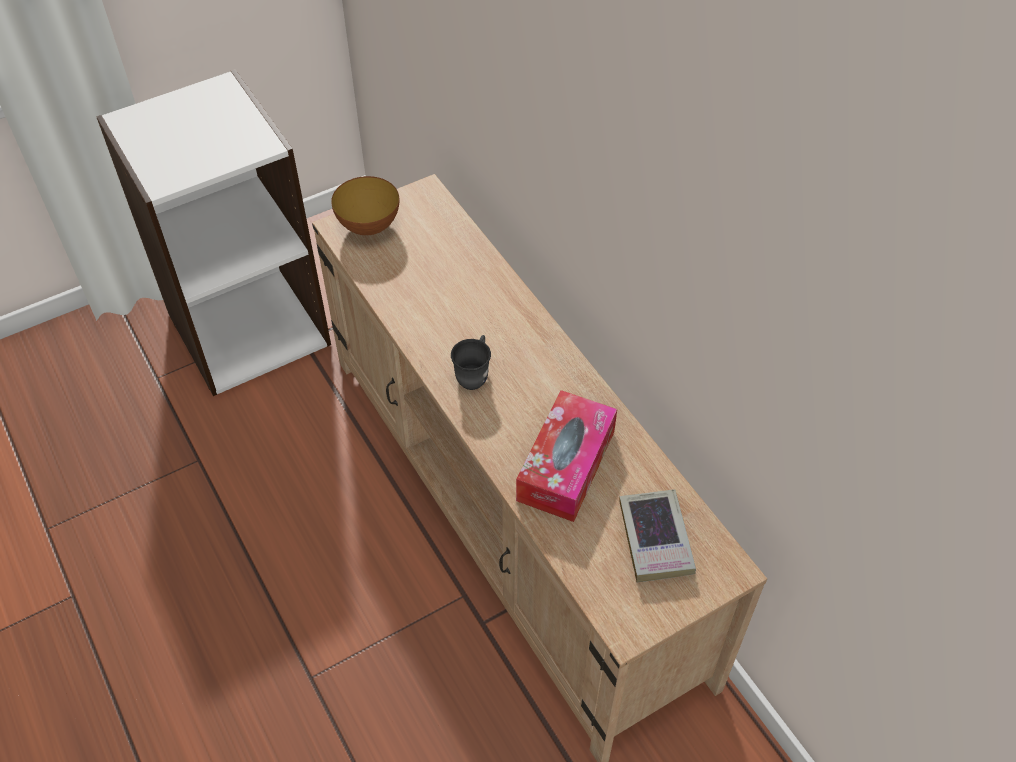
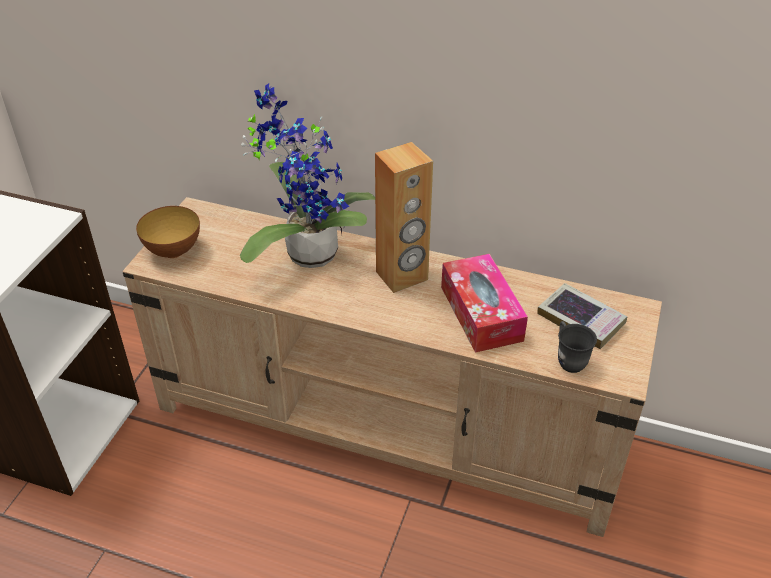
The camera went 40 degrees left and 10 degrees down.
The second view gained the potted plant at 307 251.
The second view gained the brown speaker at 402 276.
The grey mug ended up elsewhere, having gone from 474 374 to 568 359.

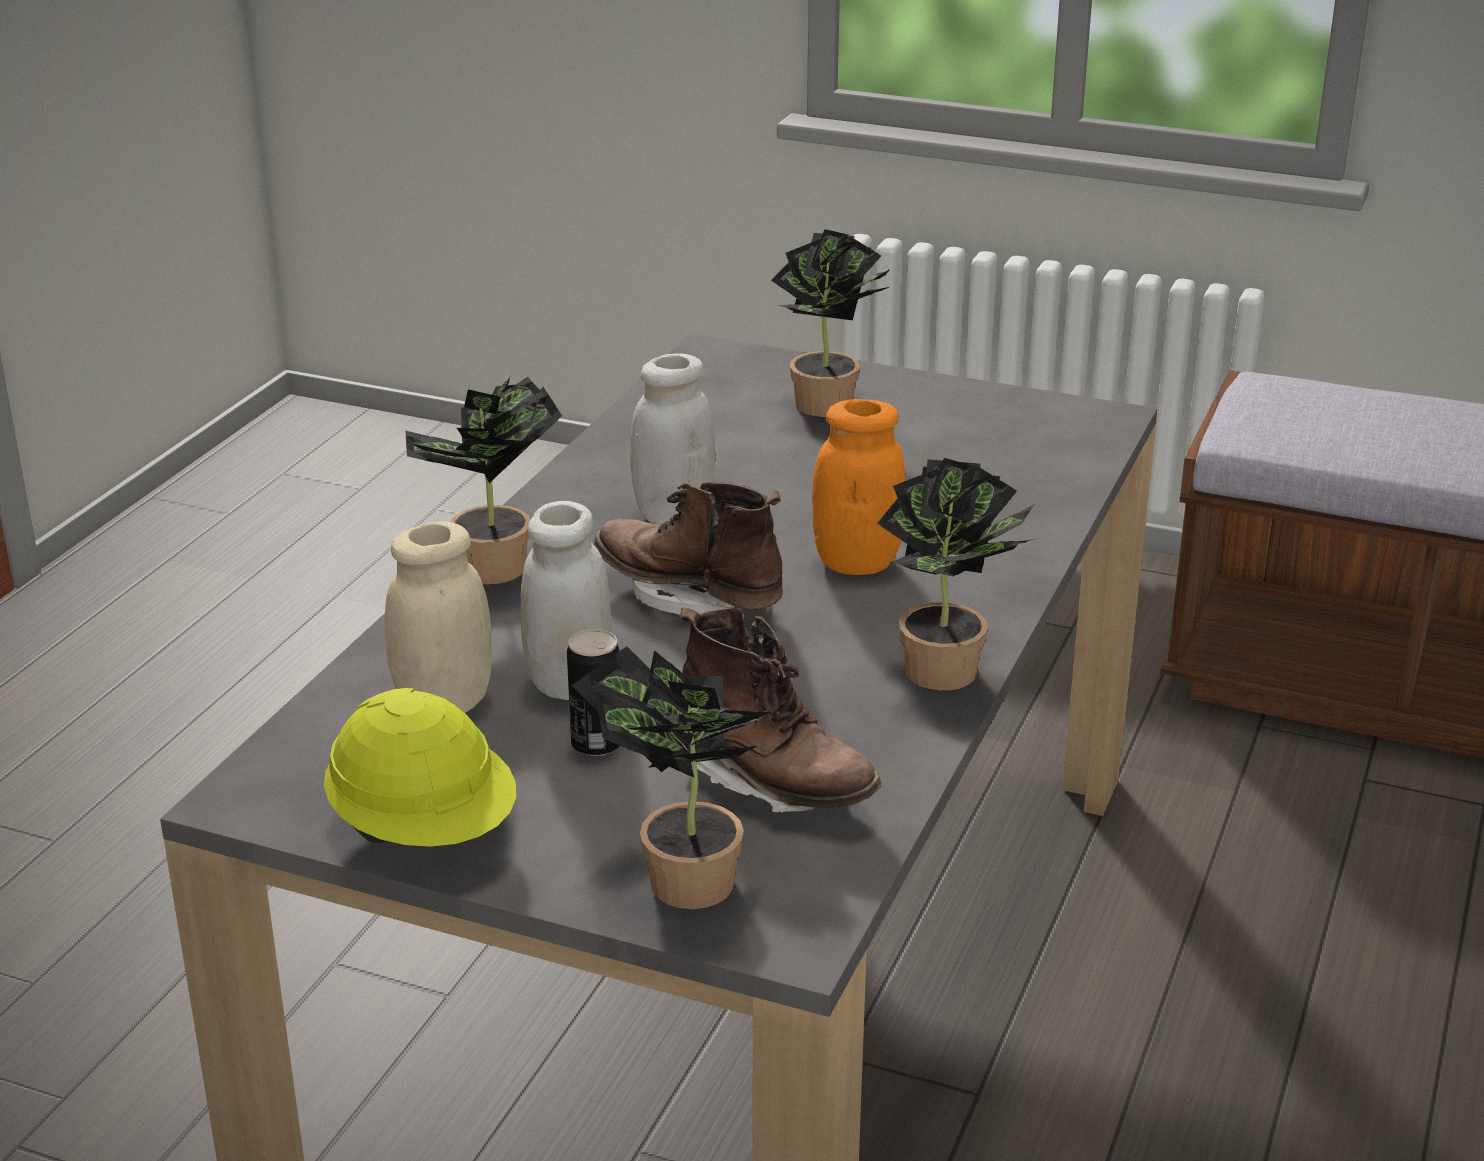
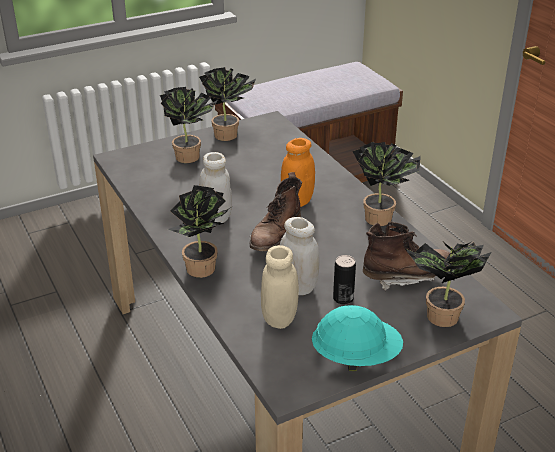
The camera went 50 degrees left and 5 degrees up.
The second view gained the potted plant at 229 135.
What was the yellow hard hat at 425 831 turned into the turquoise hard hat at 356 357.
The brown boot at 689 597 ended up facing another way, 45 degrees counterclockwise from before.

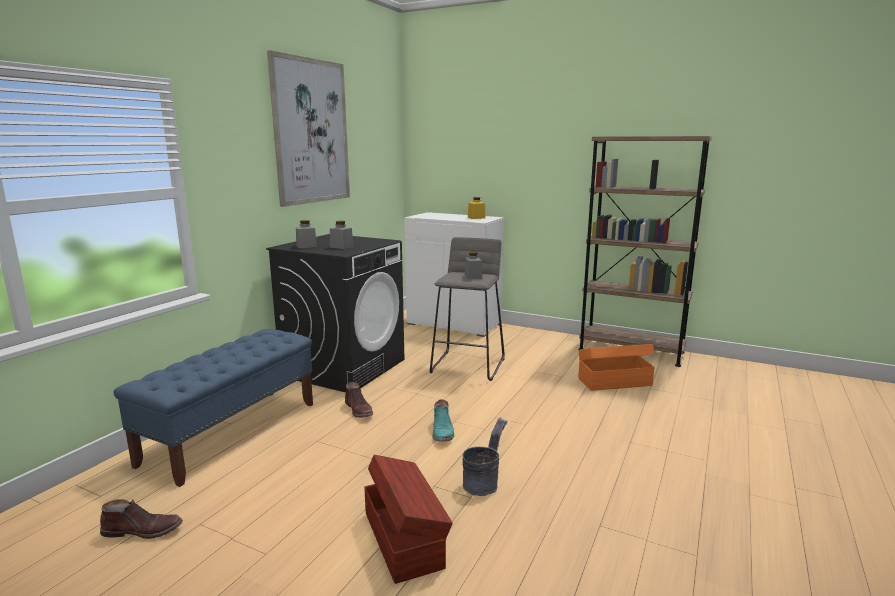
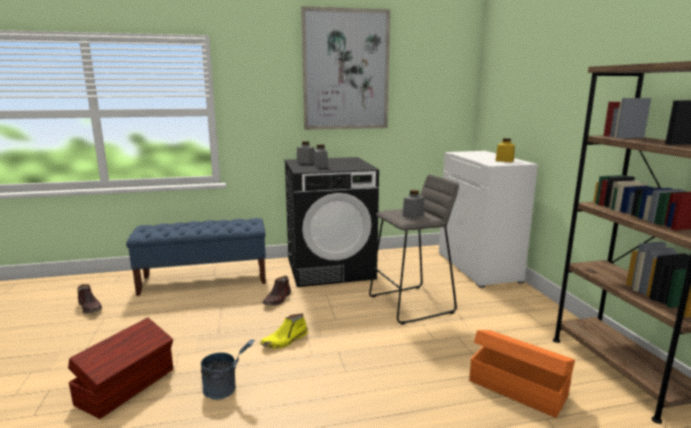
The camera went 50 degrees right and 0 degrees up.
What was the turquoise boot at 443 431 turned into the yellow boot at 285 340.

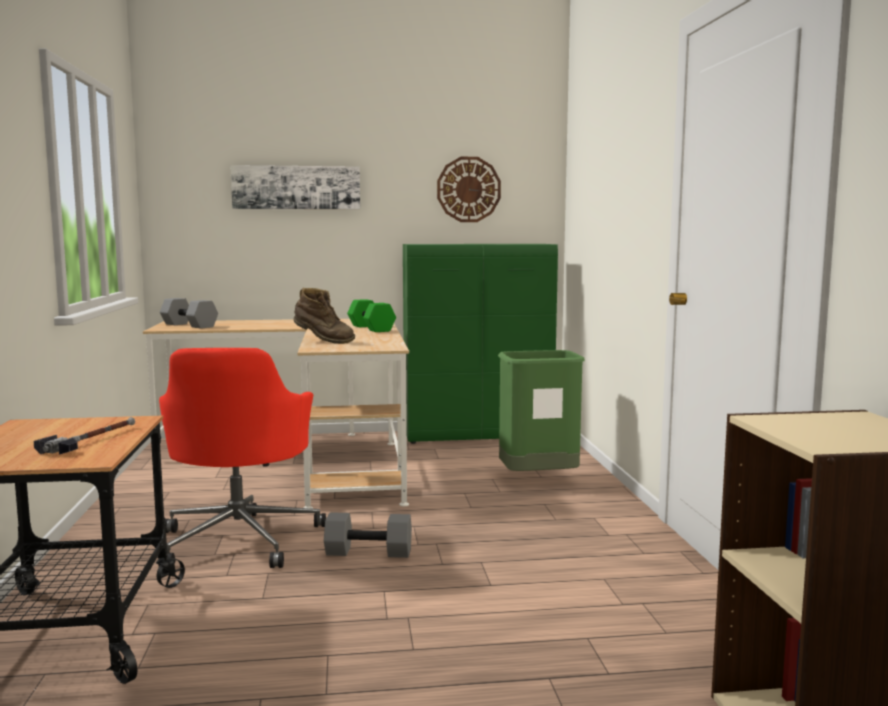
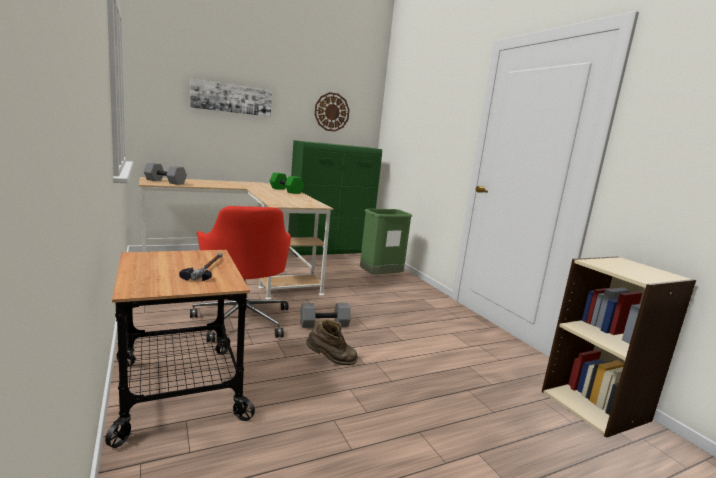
The camera went 20 degrees left and 5 degrees up.
The brown boot ended up elsewhere, having gone from 323 342 to 331 361.

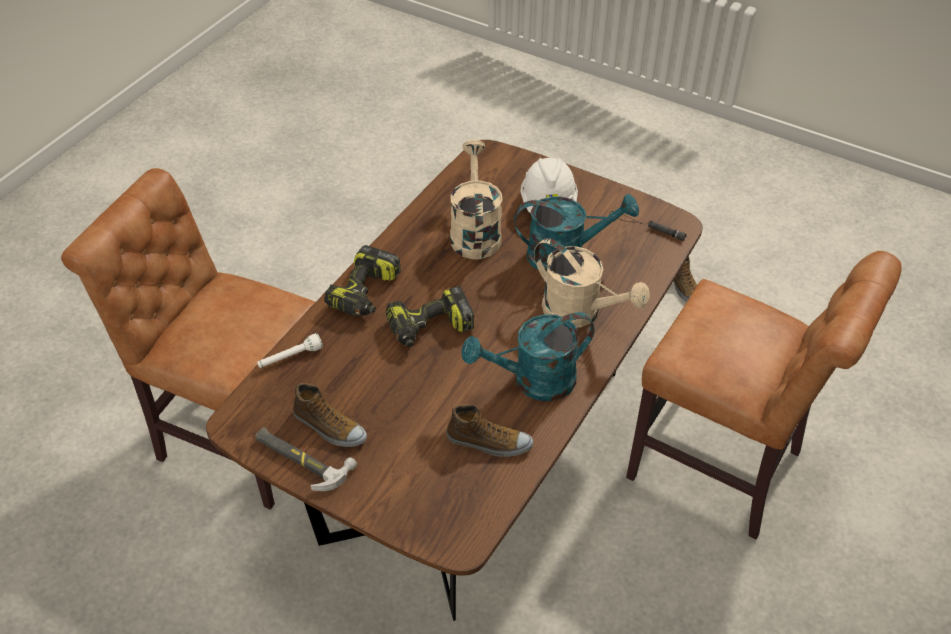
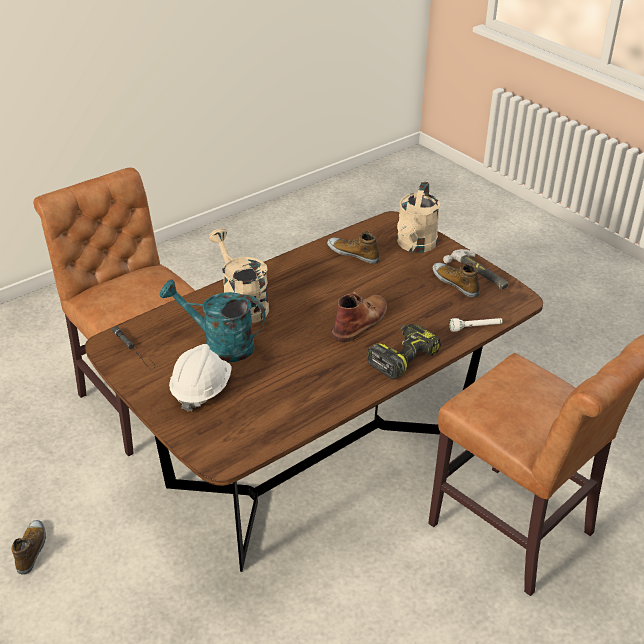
The camera went 160 degrees left and 10 degrees down.
The second view lost the turquoise watering can at 533 381.
The beige watering can ended up elsewhere, having gone from 474 232 to 415 246.
Where the power drill stood at 430 328, the brown boot came to stand at 361 321.

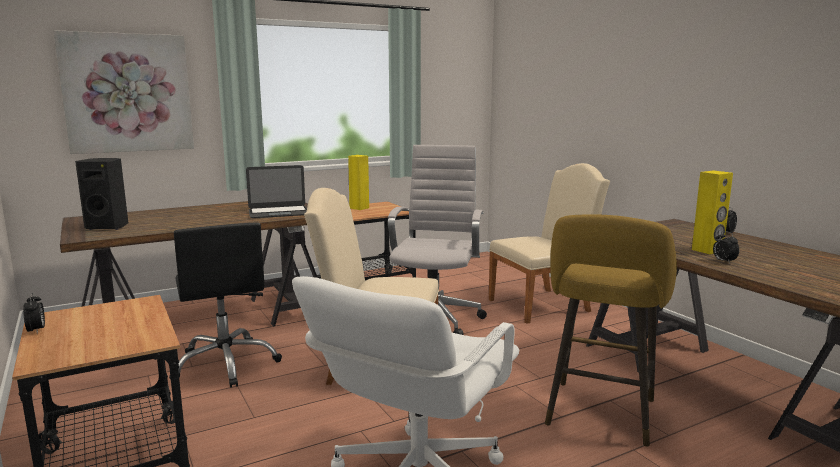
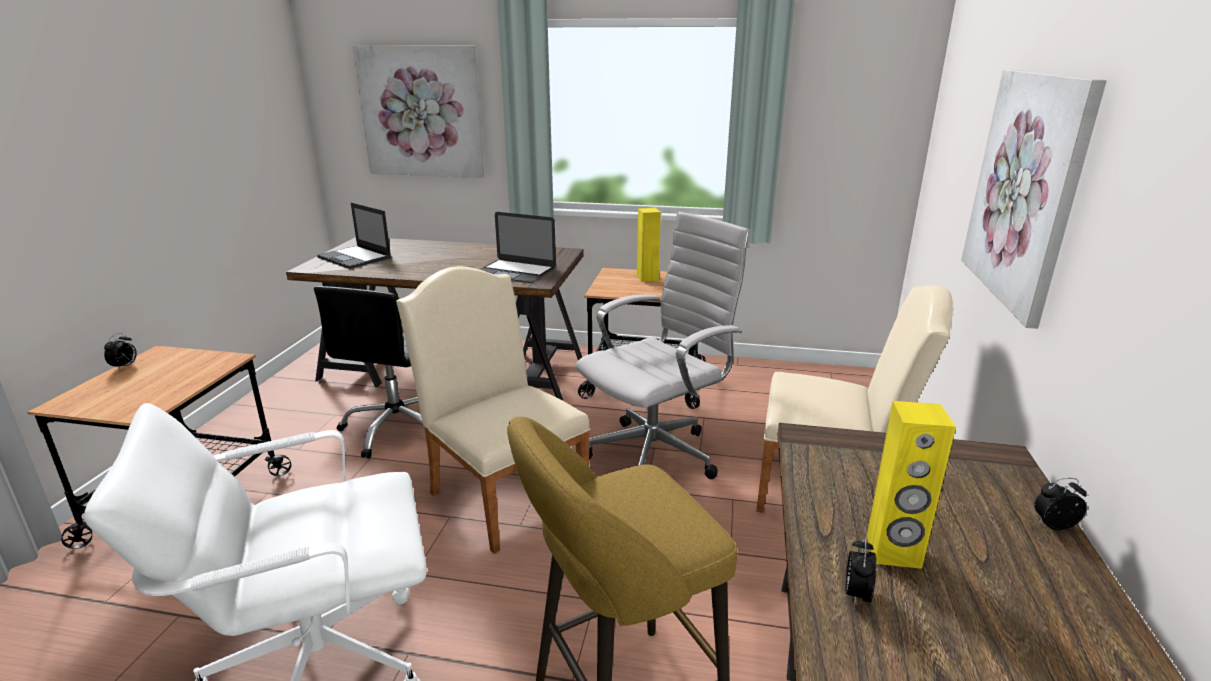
The camera went 40 degrees right and 10 degrees up.
The second view gained the picture at 1025 189.
Where the black speaker stood at 108 227, the laptop came to stand at 355 257.

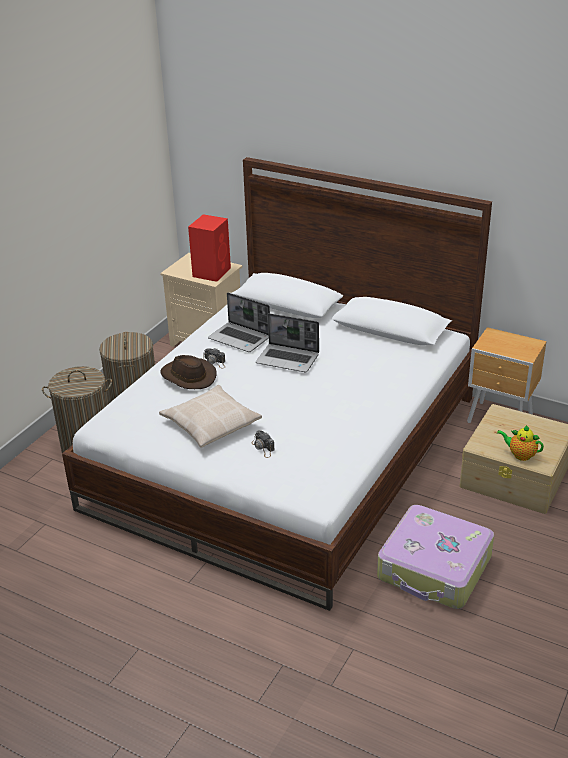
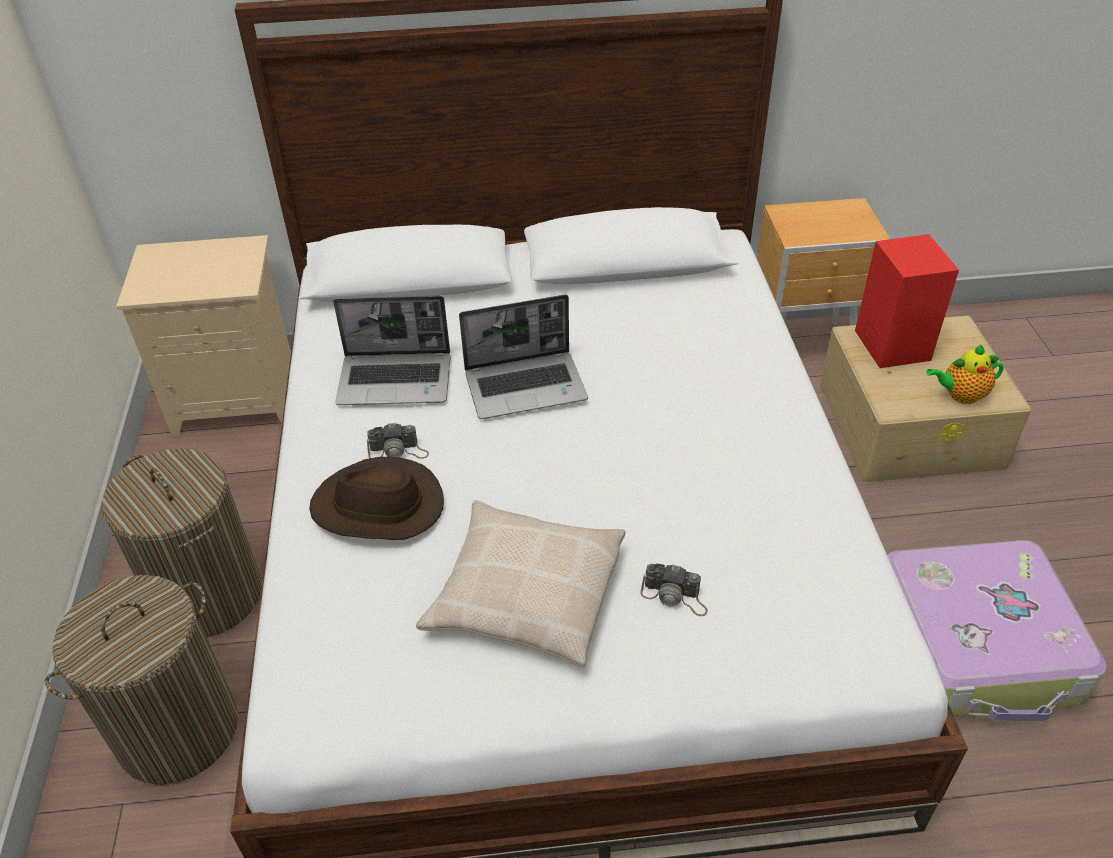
The camera went 35 degrees left and 10 degrees up.
The red speaker ended up elsewhere, having gone from 212 272 to 891 344.

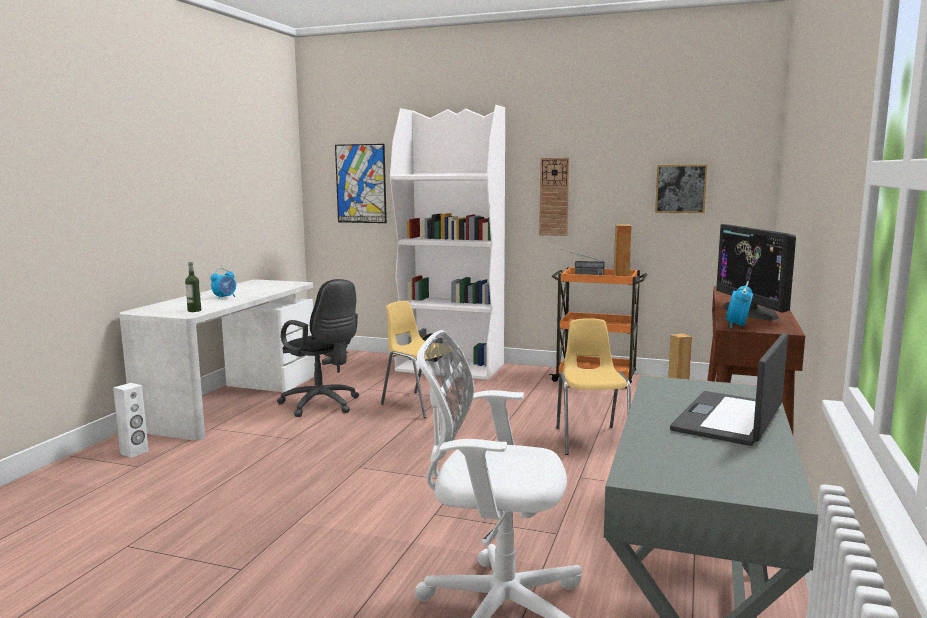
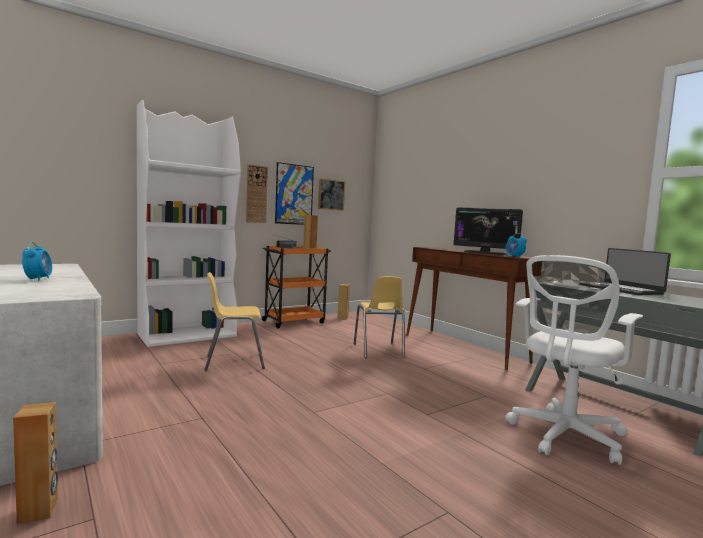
The camera went 55 degrees left and 5 degrees down.
The second view lost the bottle at 194 310.
The second view lost the black office chair at 323 405.
The picture ended up elsewhere, having gone from 361 183 to 294 194.
What was the white speaker at 134 452 turned into the brown speaker at 39 511.
The yellow chair at 591 440 ended up facing another way, 135 degrees counterclockwise from before.

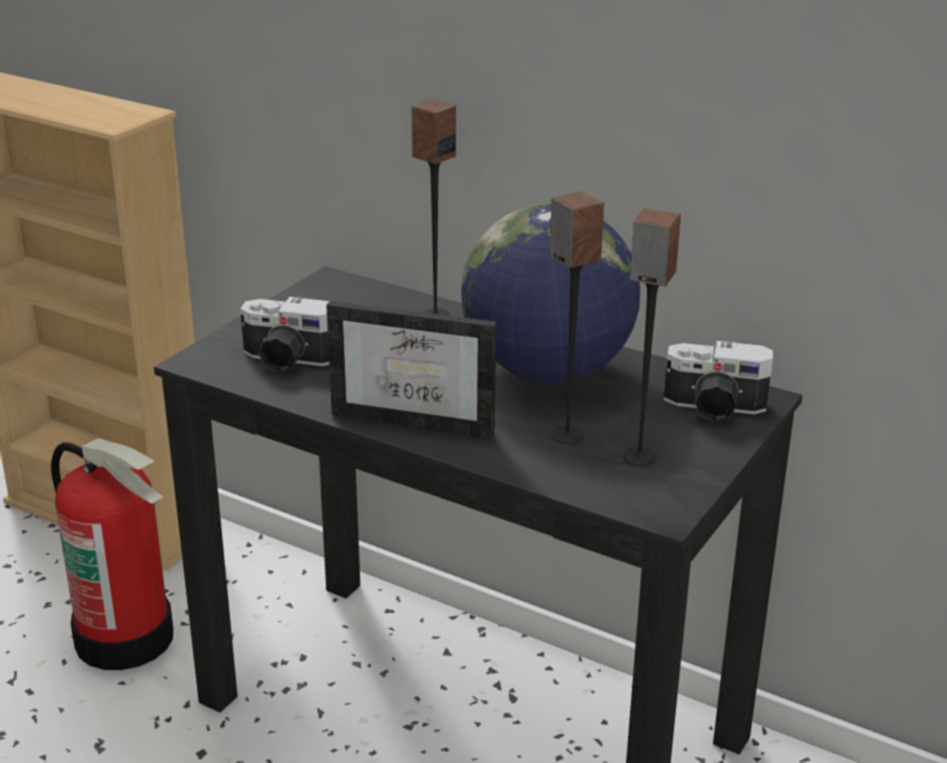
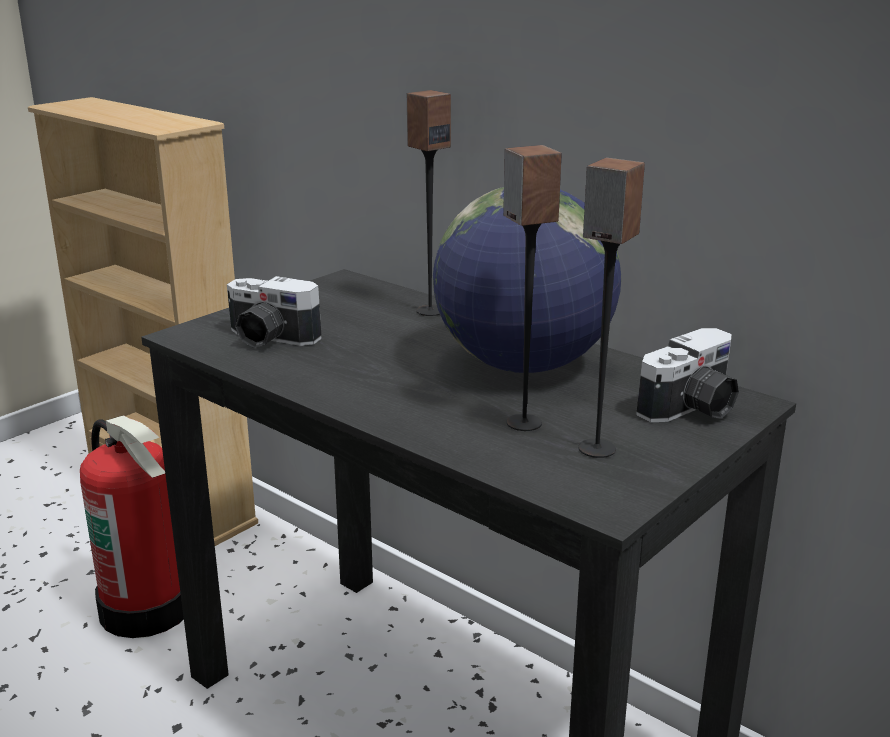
The camera went 10 degrees right and 5 degrees down.
The second view lost the picture frame at 420 417.
The photo camera at 714 408 ended up facing another way, 60 degrees counterclockwise from before.

